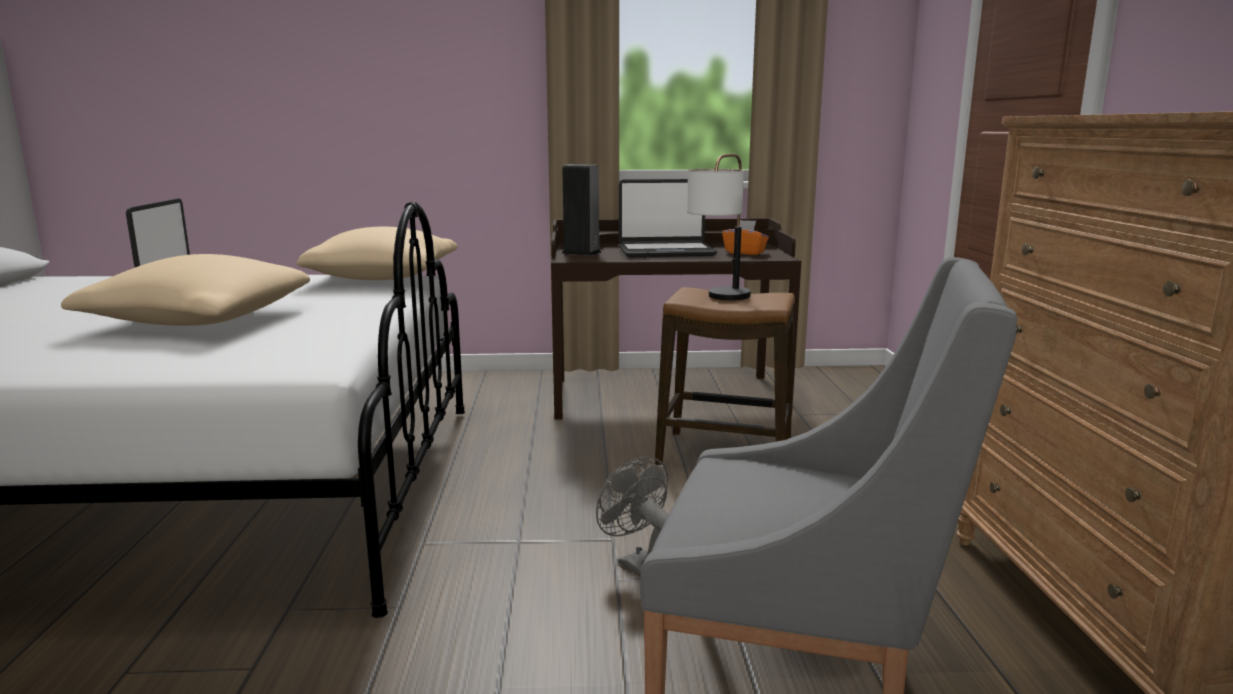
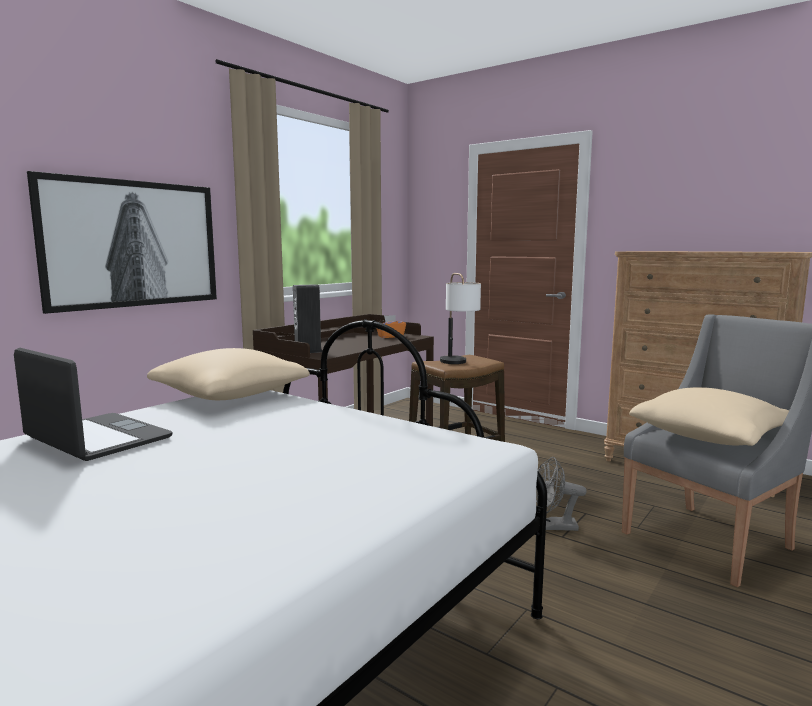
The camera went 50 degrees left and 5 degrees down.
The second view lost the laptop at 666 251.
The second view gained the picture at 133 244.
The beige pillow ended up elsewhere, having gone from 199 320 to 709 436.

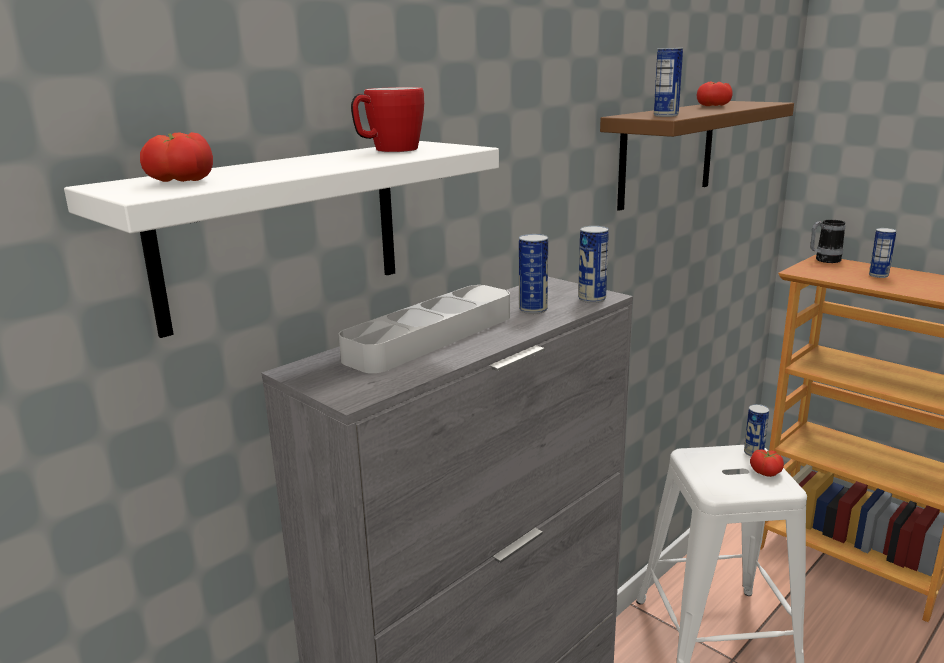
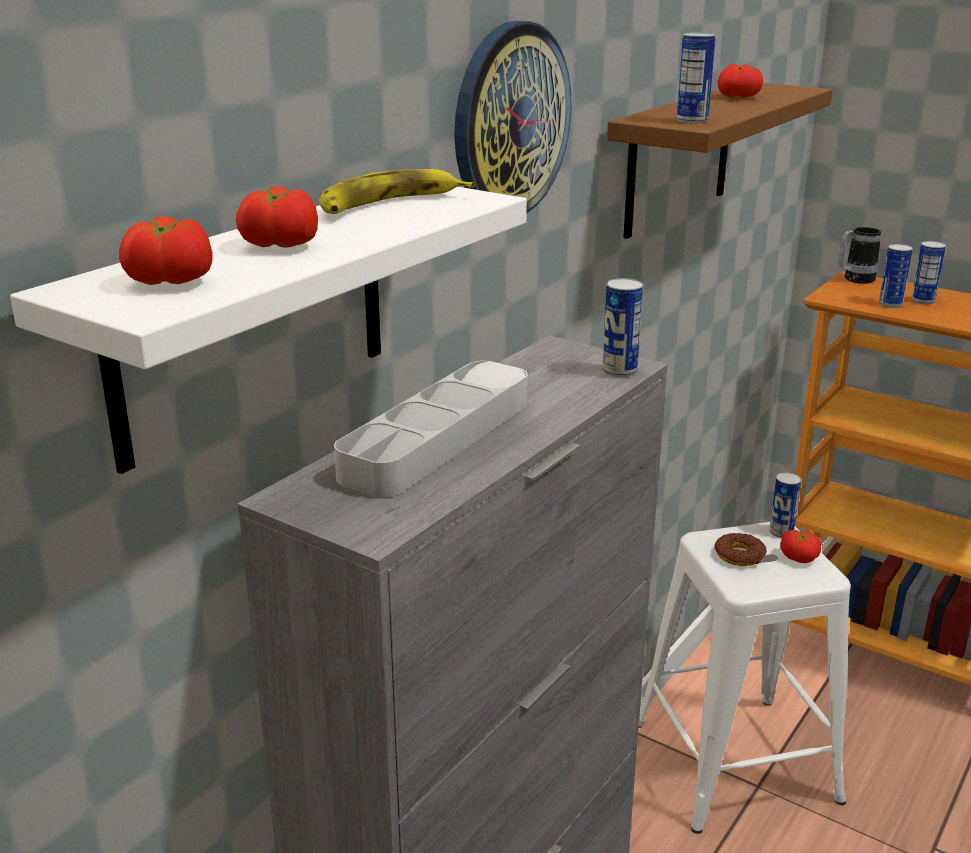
The camera went 10 degrees left and 5 degrees up.
The second view gained the tomato at 278 245.
The second view gained the wall clock at 510 121.
The second view gained the donut at 739 555.
The can ended up elsewhere, having gone from 533 310 to 890 304.
Where the mug stood at 388 150, the banana came to stand at 388 205.

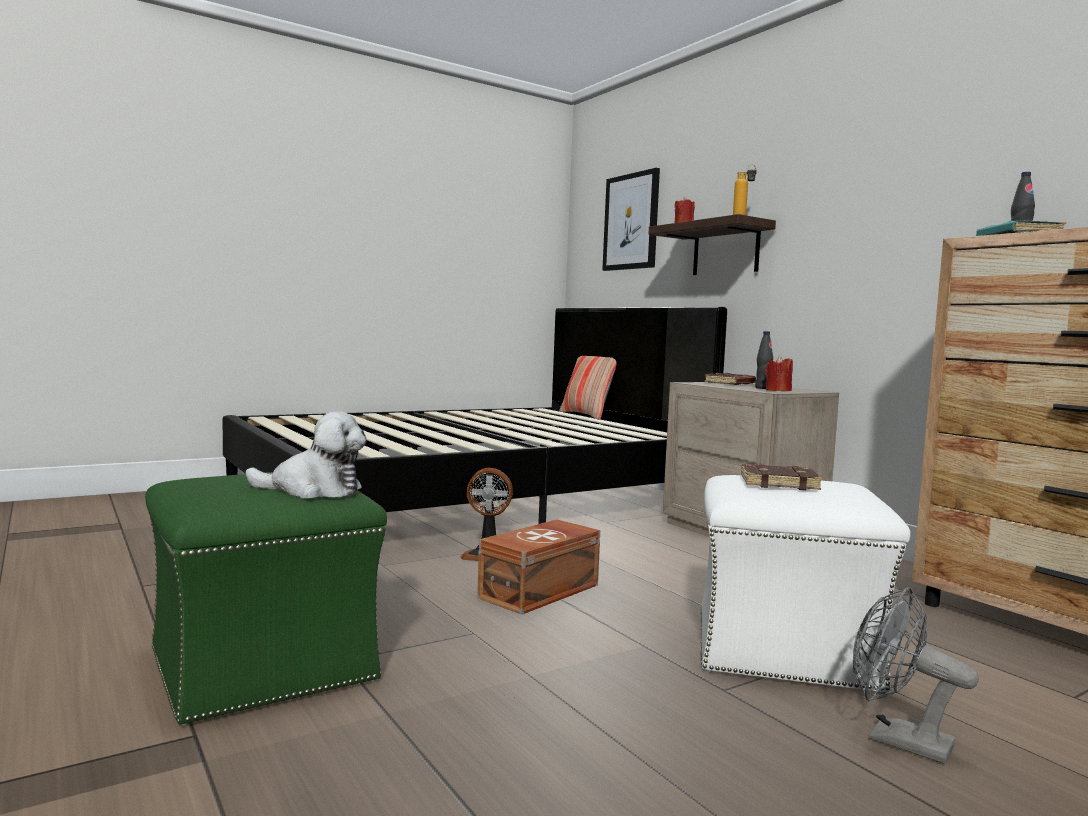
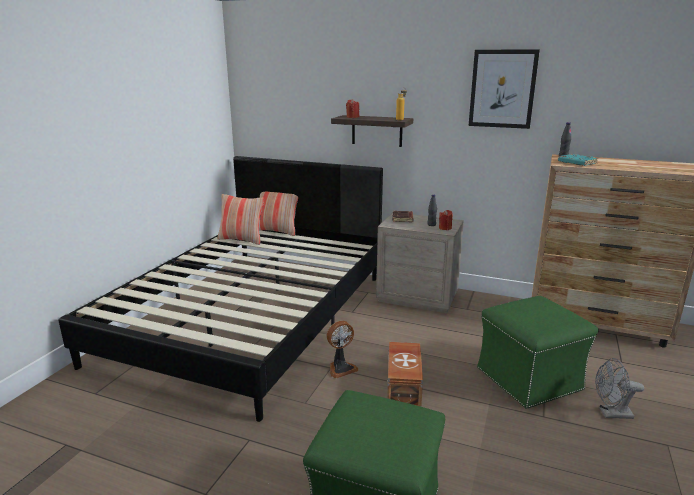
The camera went 35 degrees left and 15 degrees up.
The second view lost the plush toy at 313 490.
The second view lost the brown book at 779 483.
The second view gained the pillow at 241 239.
The picture ended up elsewhere, having gone from 631 222 to 502 89.
What was the white ottoman at 786 648 turned into the green ottoman at 529 378.

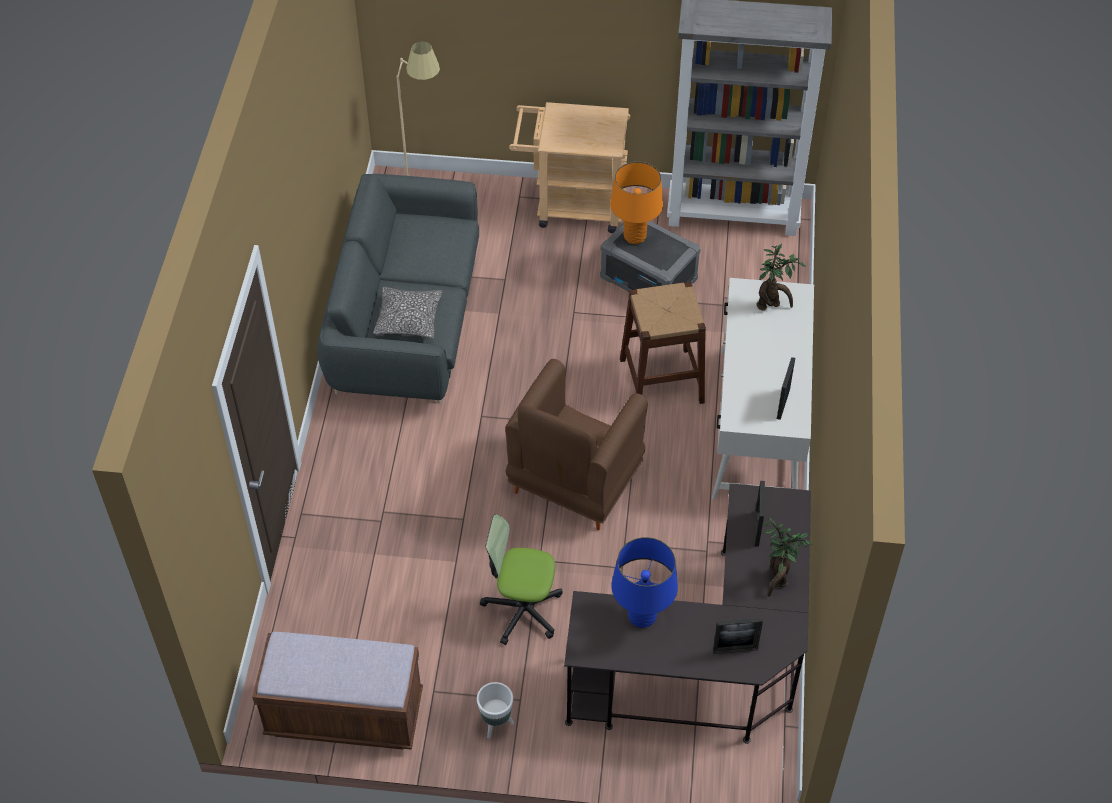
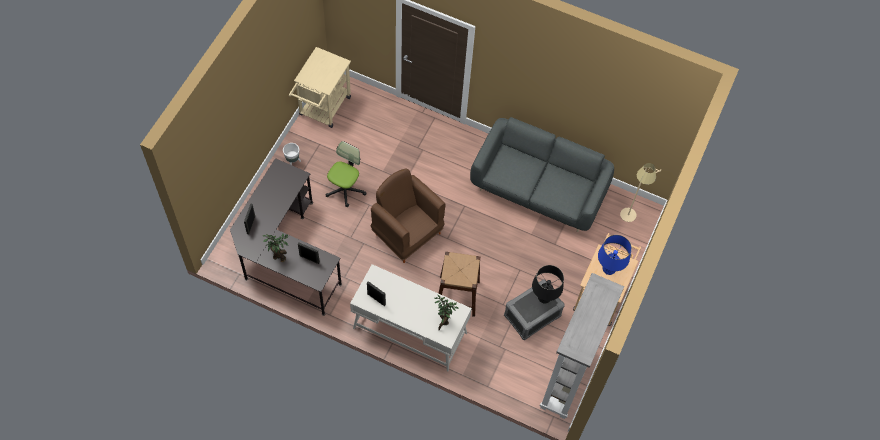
The camera went 105 degrees right and 10 degrees up.
The second view lost the pillow at 408 319.
The blue table lamp ended up elsewhere, having gone from 642 617 to 609 269.
Where the brown bench stood at 344 715, the beige cart came to stand at 322 109.
What was the orange table lamp at 634 237 turned into the black table lamp at 544 298.

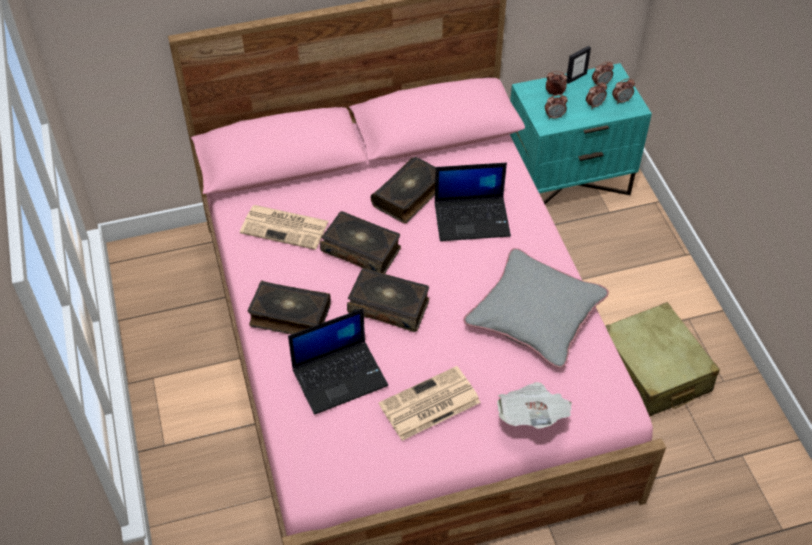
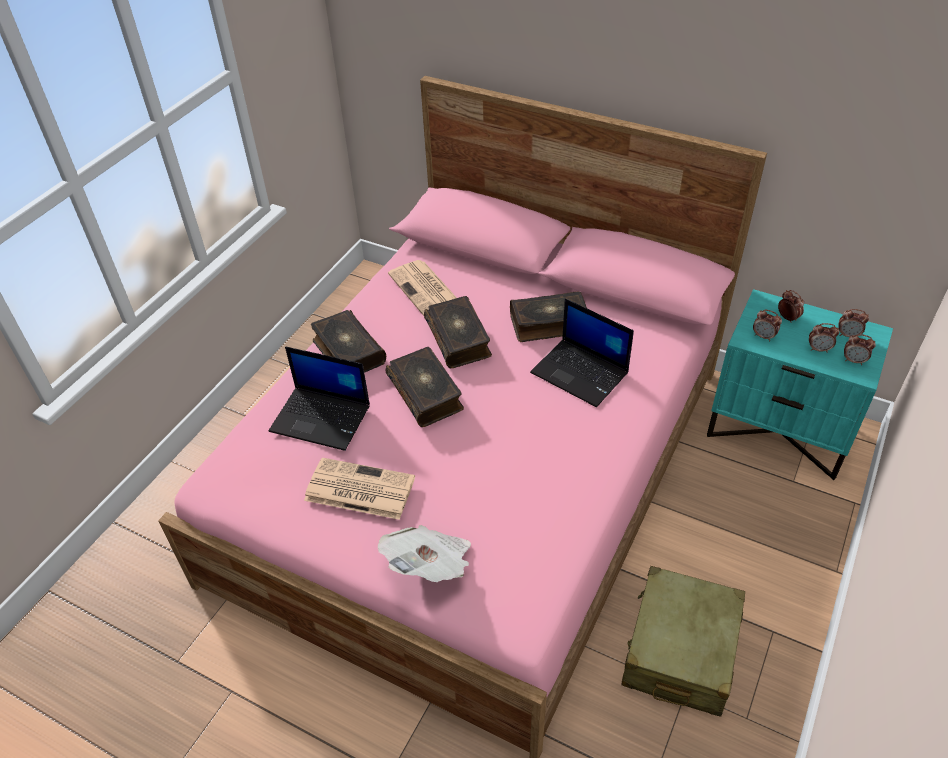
The camera went 45 degrees right and 5 degrees down.
The second view lost the grey pillow at 535 314.
The second view lost the picture frame at 576 77.

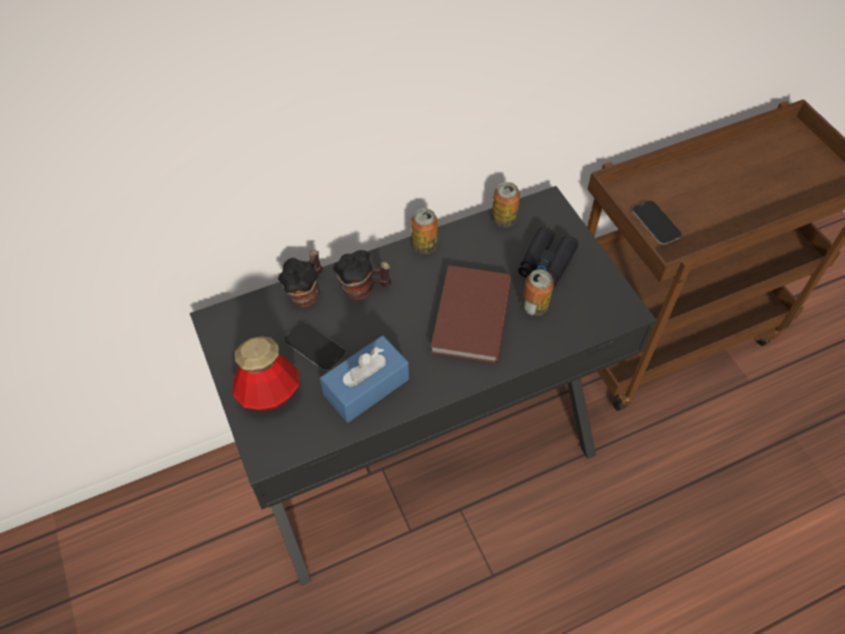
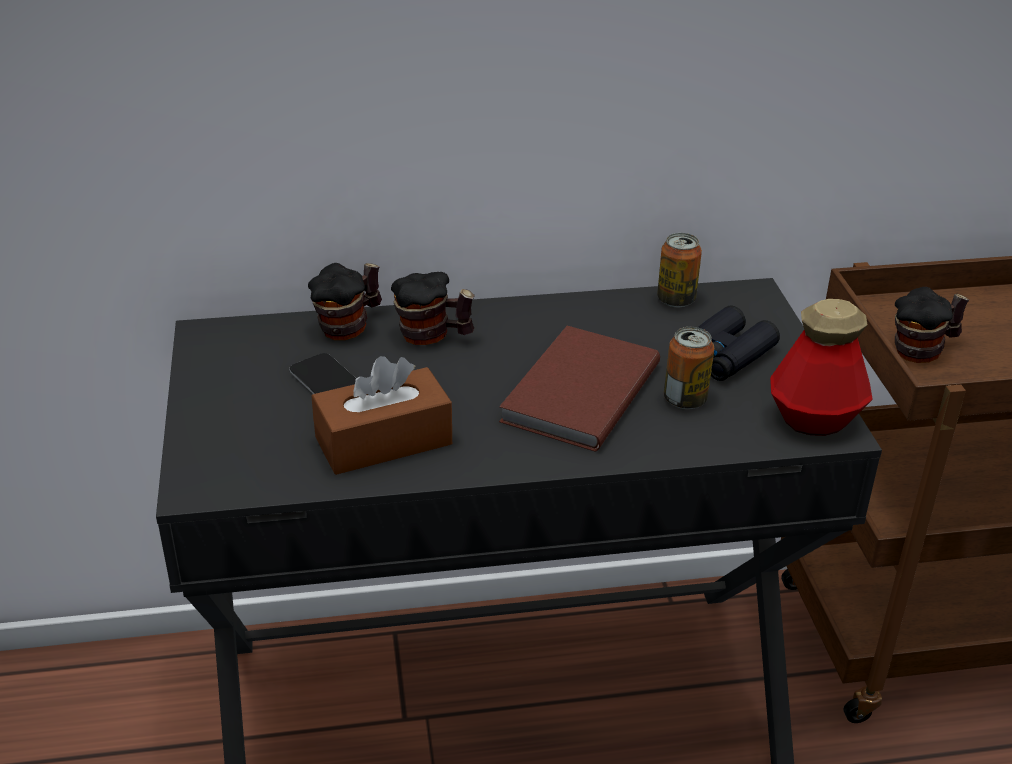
The camera went 15 degrees right and 20 degrees down.
The second view lost the can at 424 246.
The bottle ended up elsewhere, having gone from 270 395 to 814 419.
Where the phone stood at 656 223, the mug came to stand at 923 350.
What was the blue tissue box at 366 387 turned into the brown tissue box at 383 441.

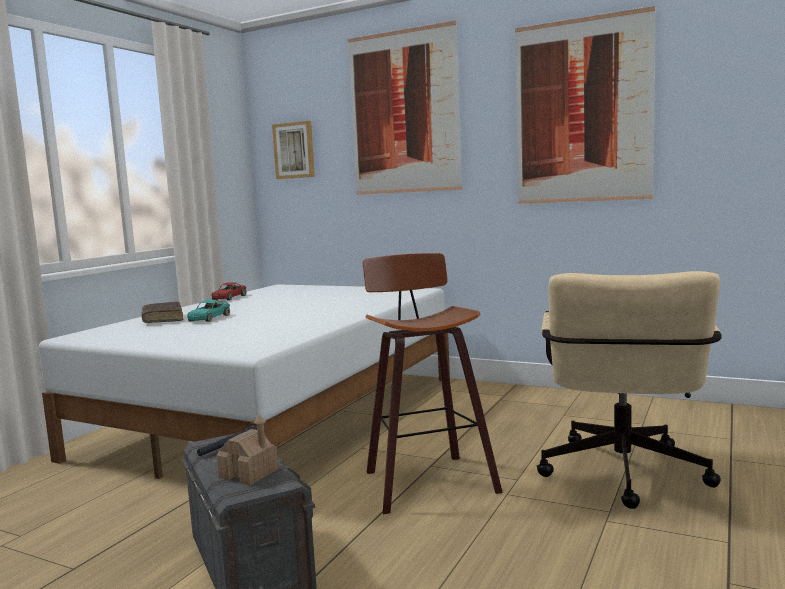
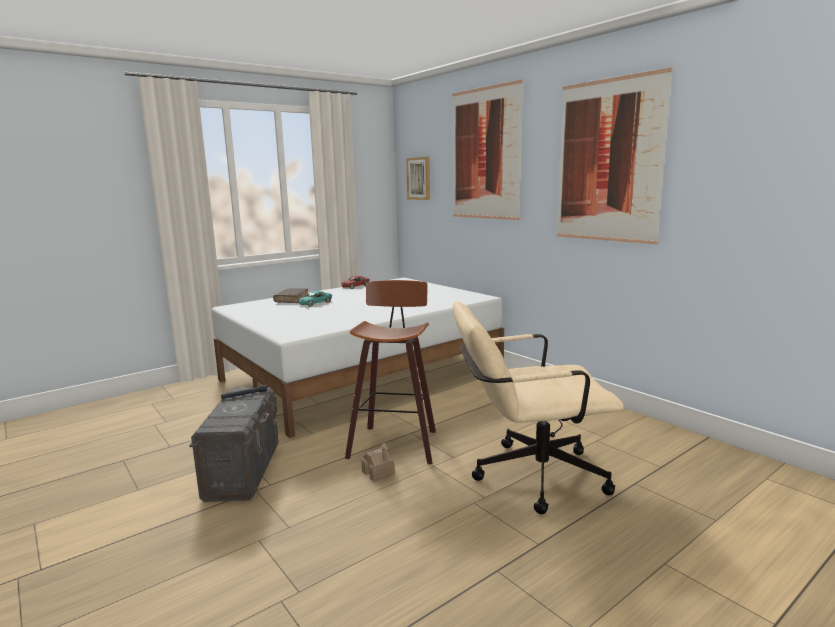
The camera went 25 degrees right and 5 degrees up.
The toy house ended up elsewhere, having gone from 249 473 to 378 473.
The beige office chair at 623 478 ended up facing another way, 45 degrees clockwise from before.

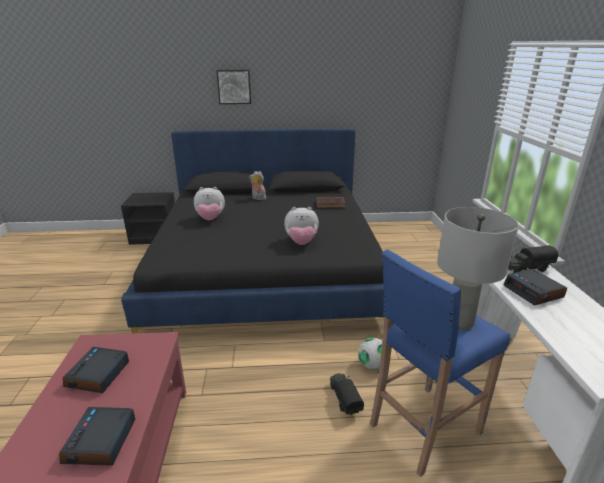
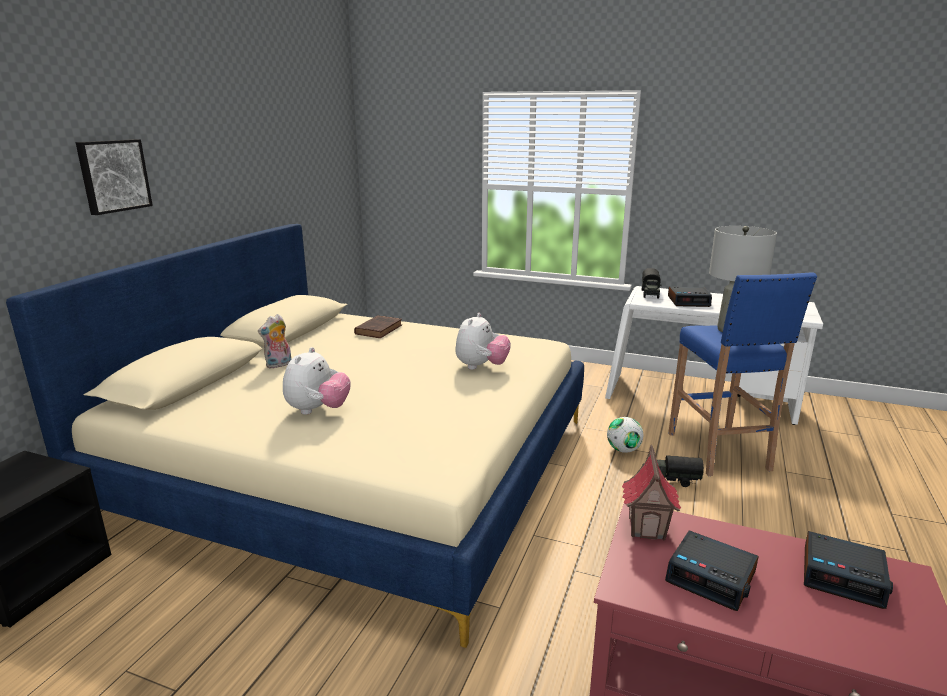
The camera went 65 degrees left and 5 degrees down.
The second view gained the toy house at 647 528.
What was the black bed at 268 269 turned into the beige bed at 359 466.

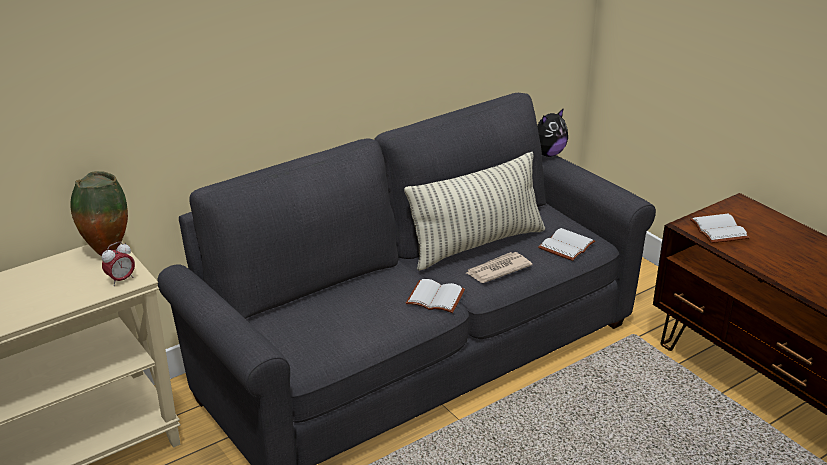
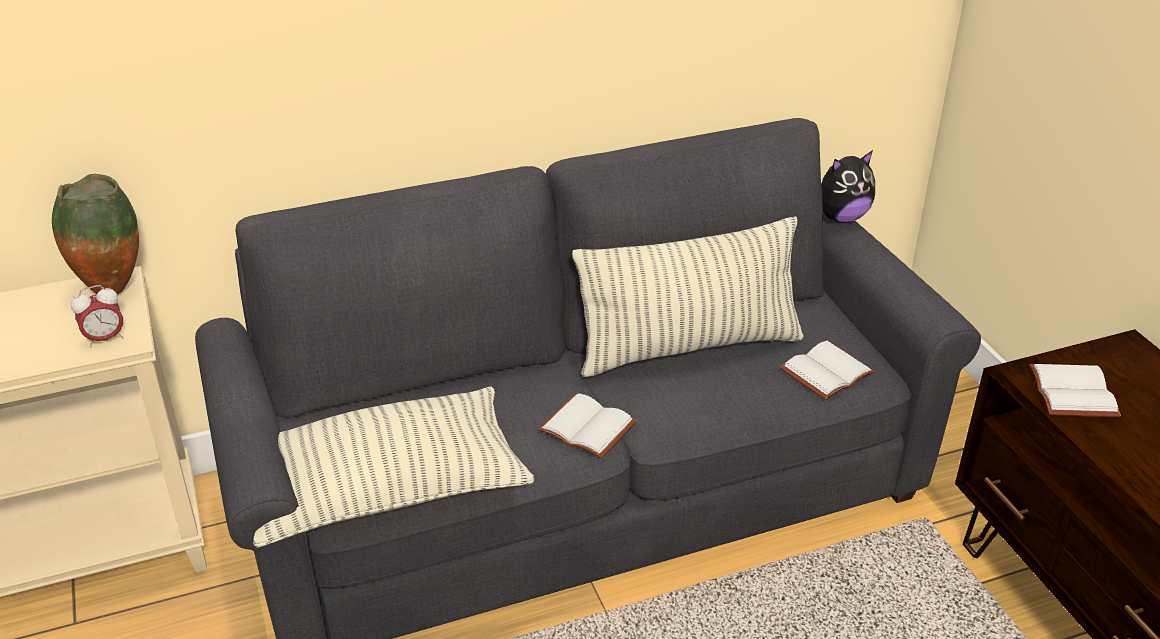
The camera went 15 degrees right and 5 degrees up.
The second view lost the newspaper at 497 270.
The second view gained the pillow at 387 490.

